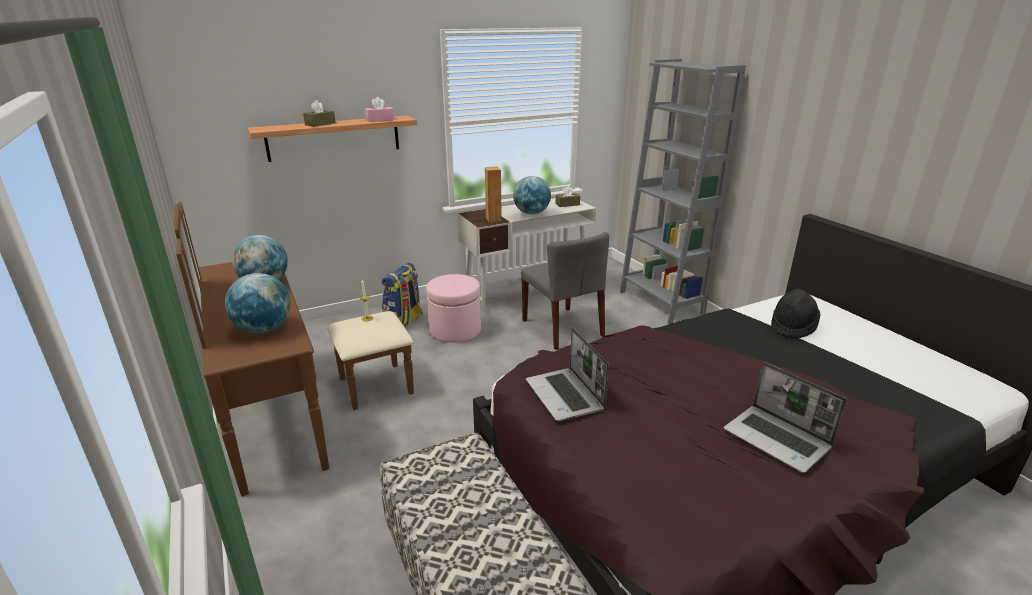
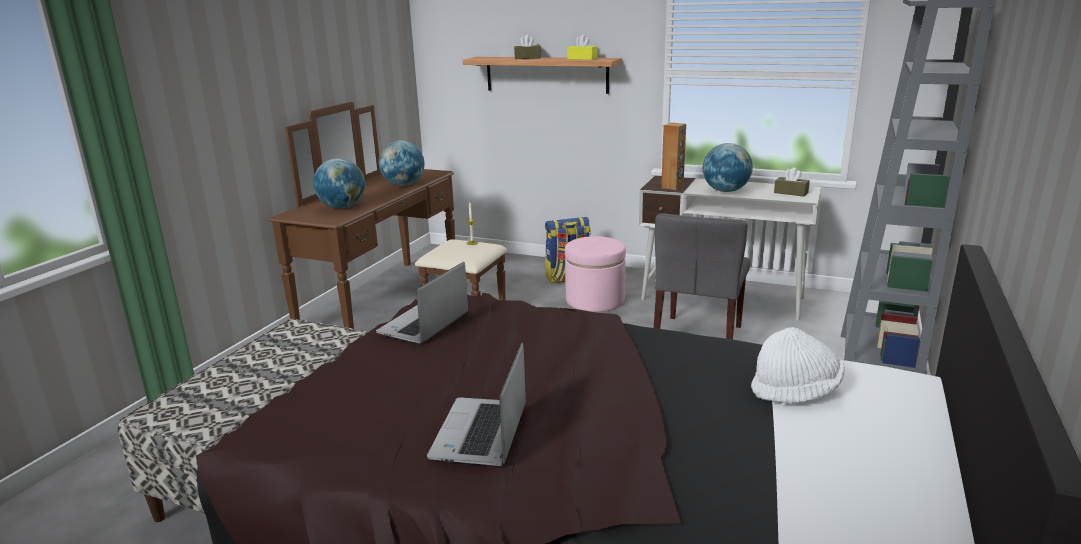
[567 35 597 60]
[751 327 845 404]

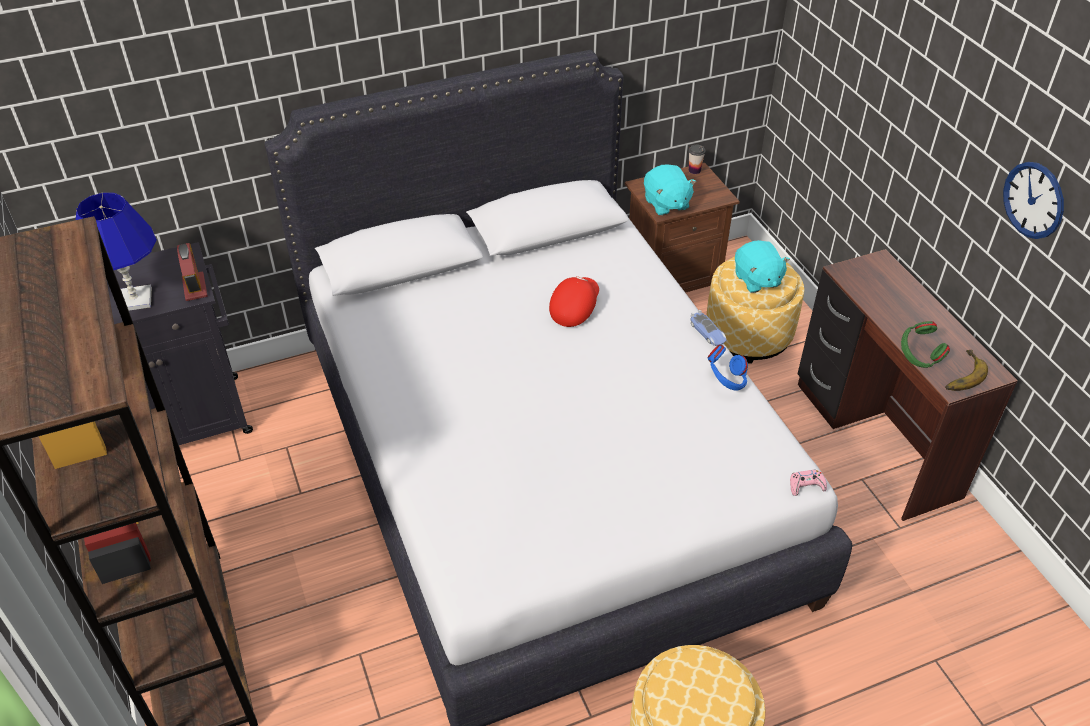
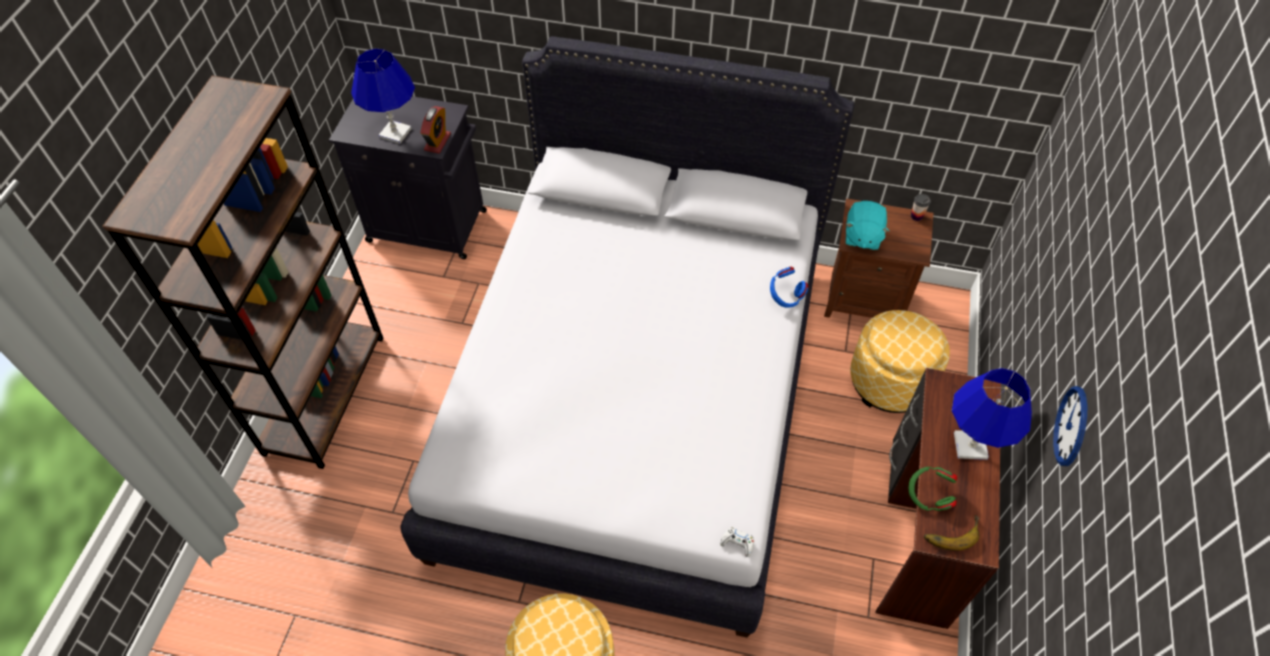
[549 276 599 327] (first image)
[690 310 727 346] (first image)
[735 240 790 293] (first image)
[952 368 1032 460]
[770 267 808 308]
[720 527 754 557]

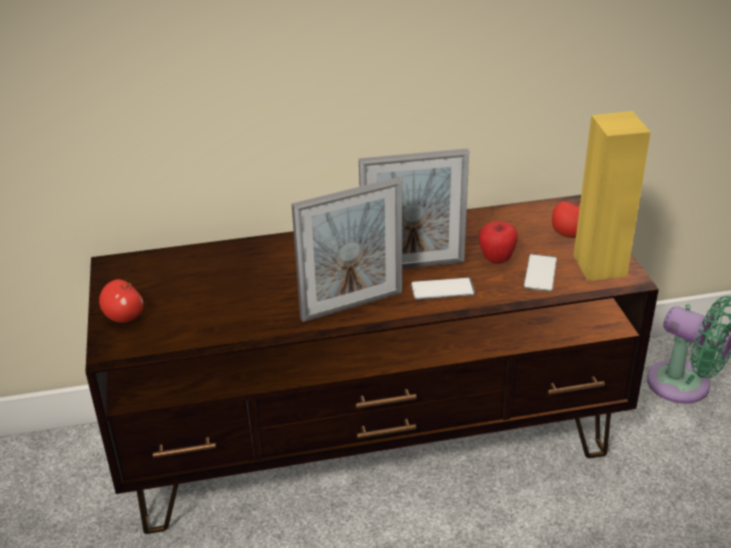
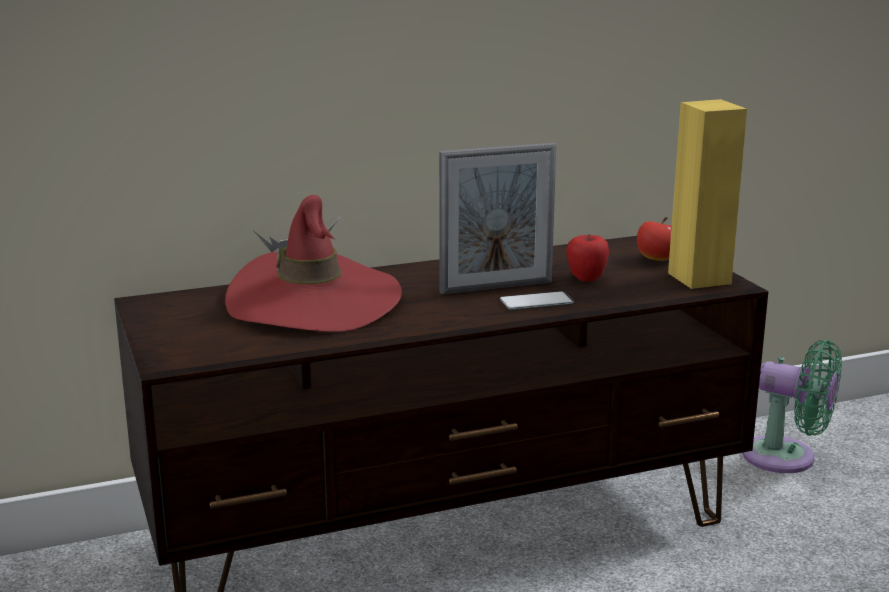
[99 279 143 323] (first image)
[292 177 402 322] (first image)
[524 254 557 291] (first image)
[225 195 402 332]

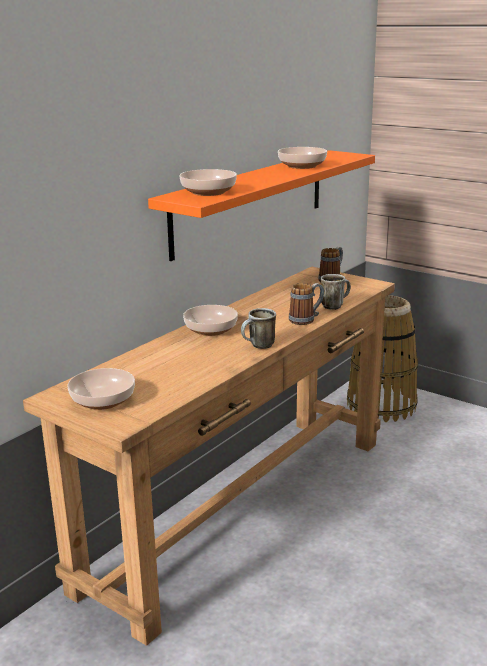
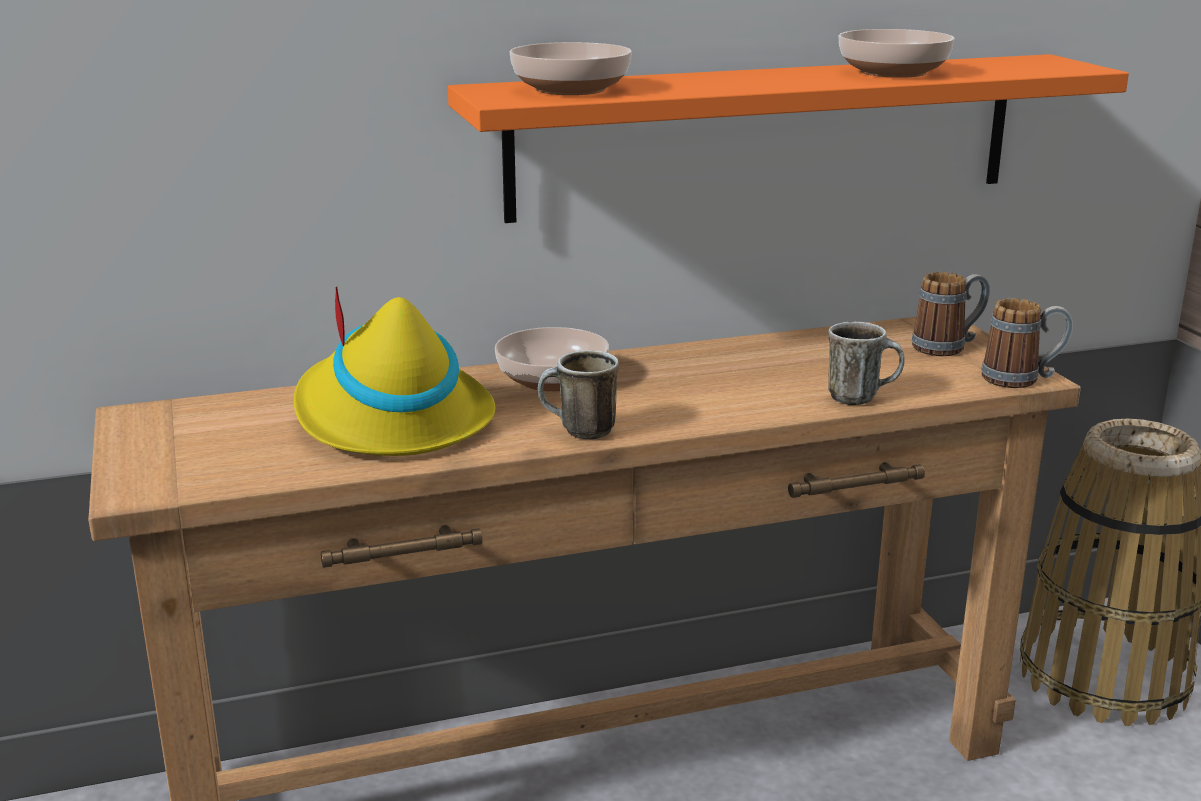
[67 368 135 410] (first image)
[294 287 496 456]
[982 298 1073 388]

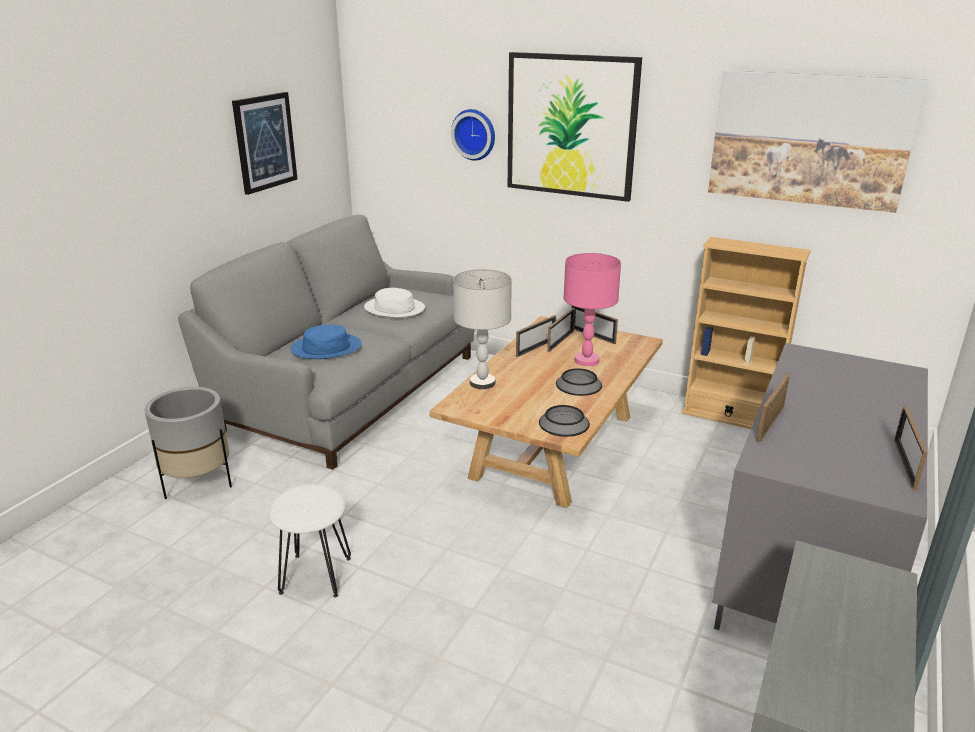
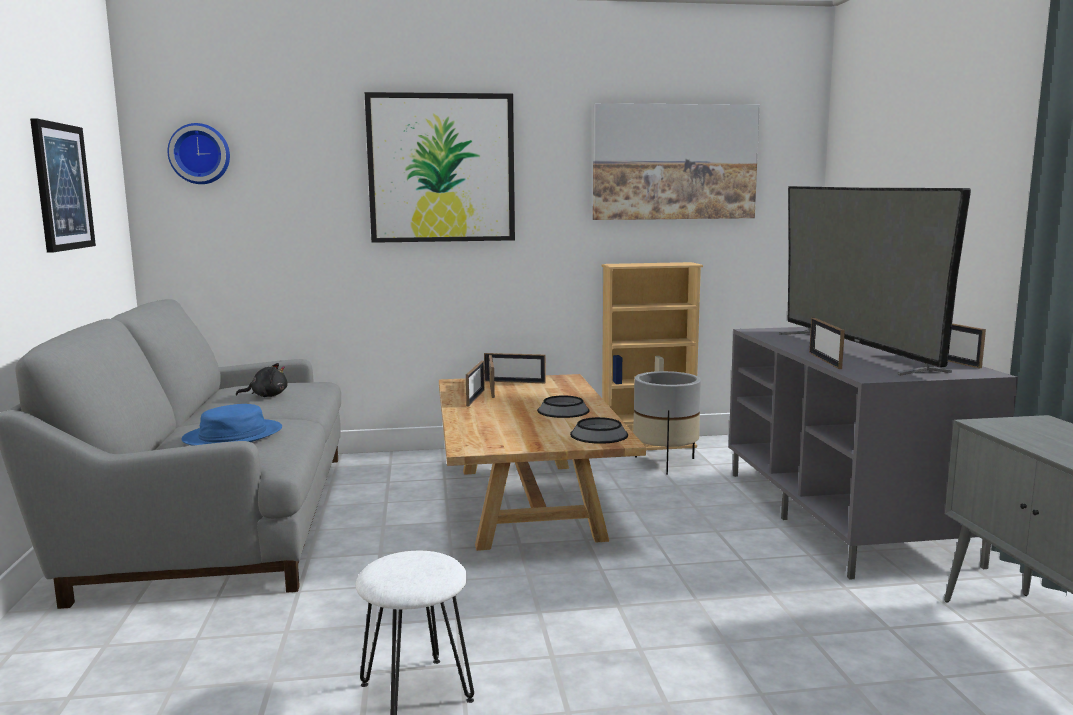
[453 269 512 389] (first image)
[563 253 621 366] (first image)
[779 186 971 376]
[633 371 701 475]
[168 123 230 184]
[236 363 288 397]

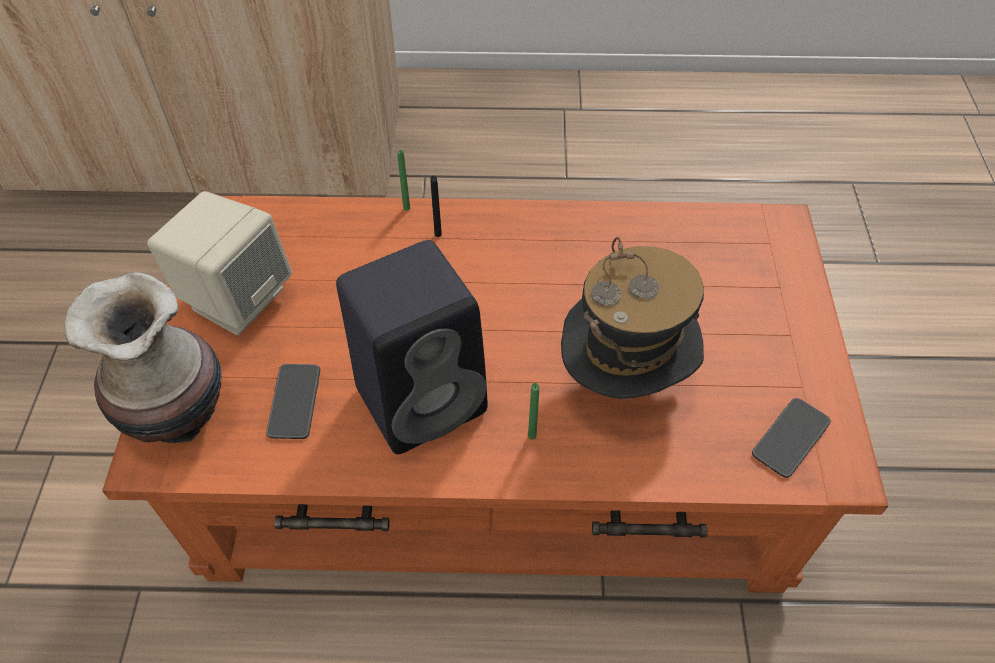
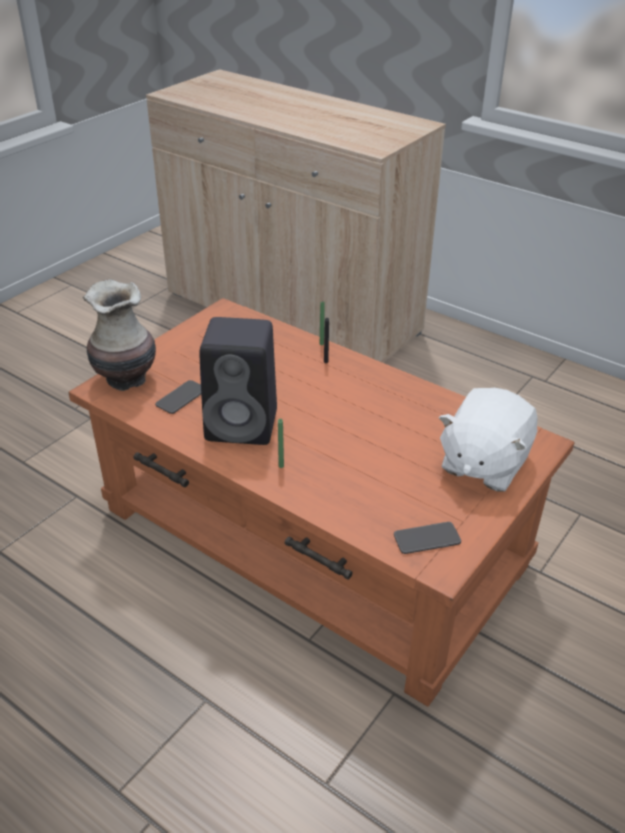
[147 191 292 335] (first image)
[561 237 704 399] (first image)
[439 388 538 491]

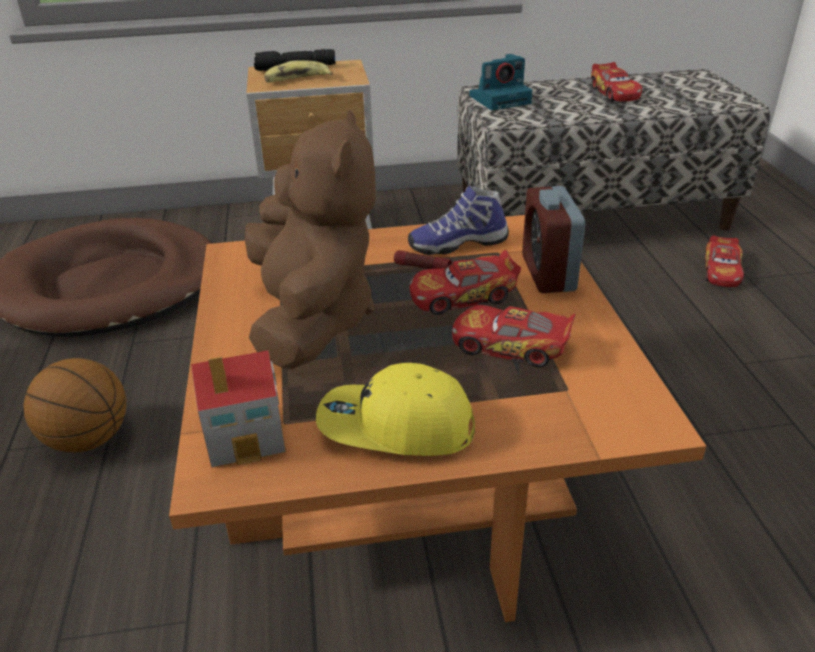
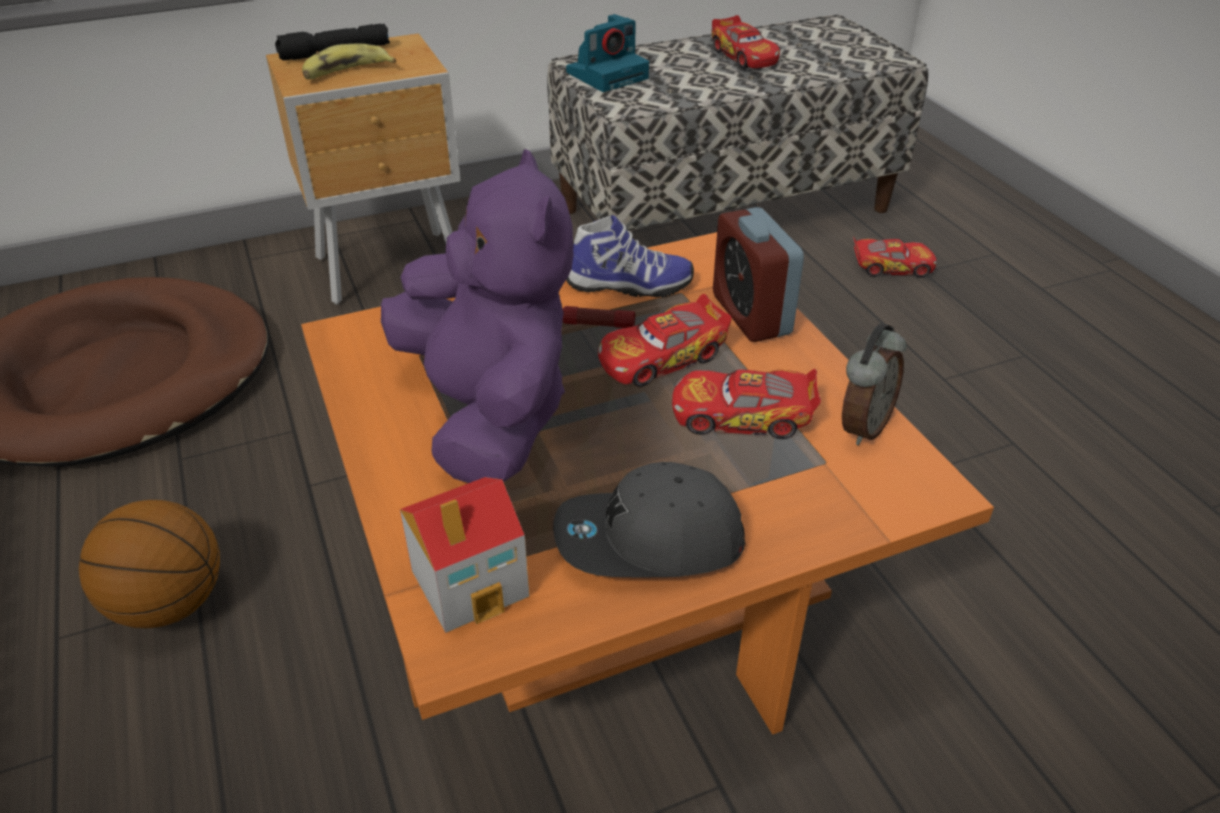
[842 323 907 445]
[381 149 573 483]
[553 462 746 577]
[566 215 694 298]
[853 236 937 278]

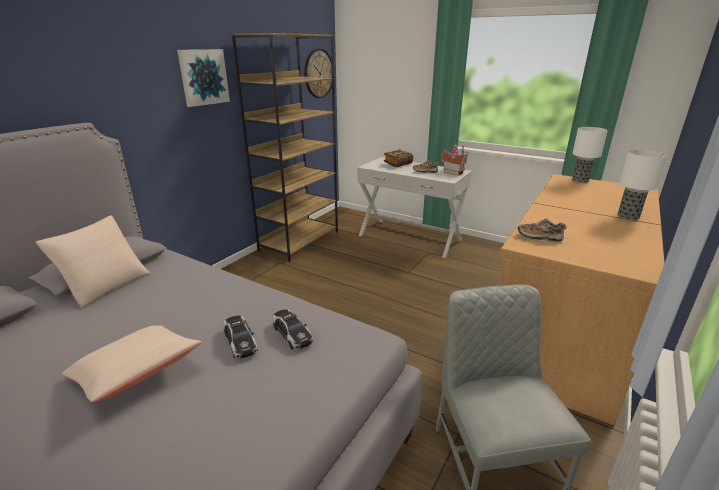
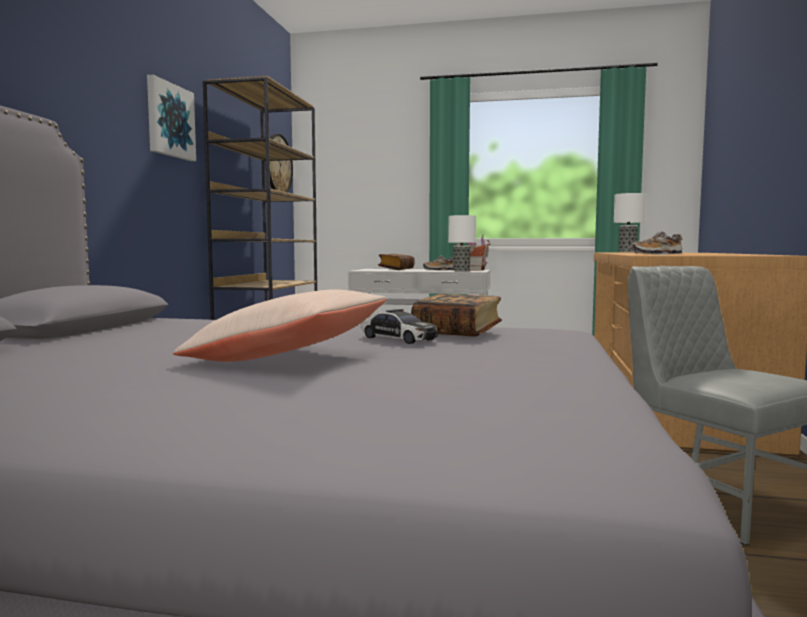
[35 215 150 308] (first image)
[448 215 476 272]
[411 294 502 337]

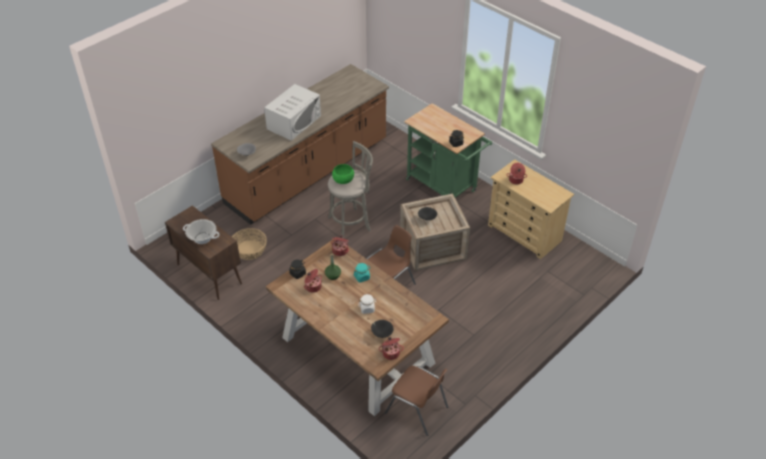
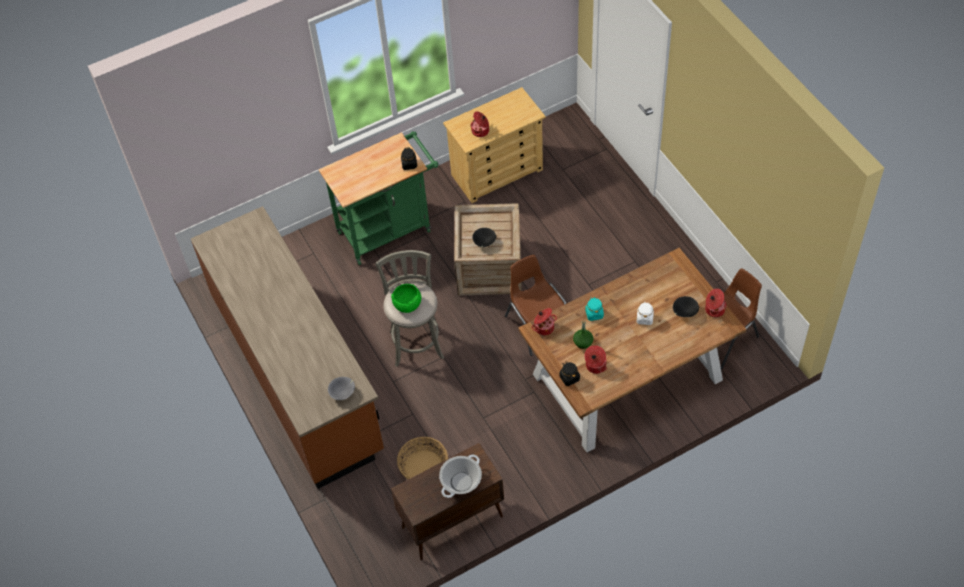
[264 84 321 141] (first image)

